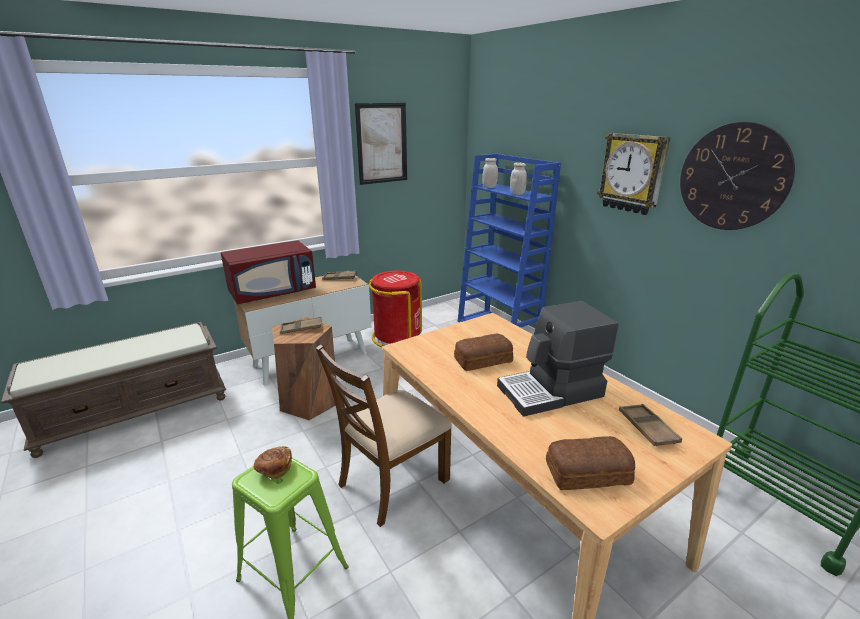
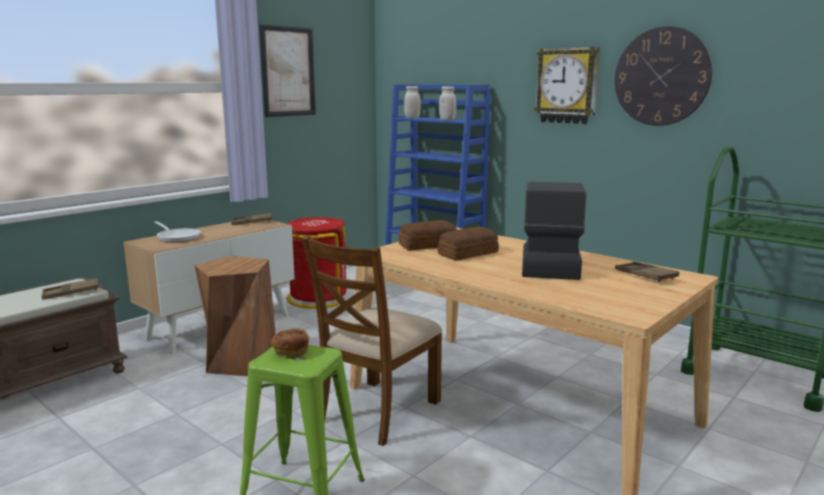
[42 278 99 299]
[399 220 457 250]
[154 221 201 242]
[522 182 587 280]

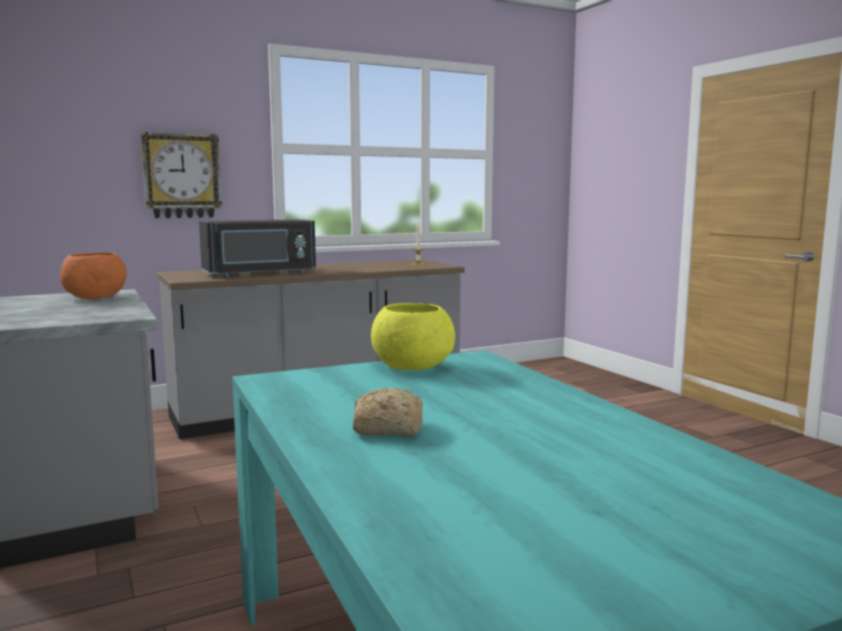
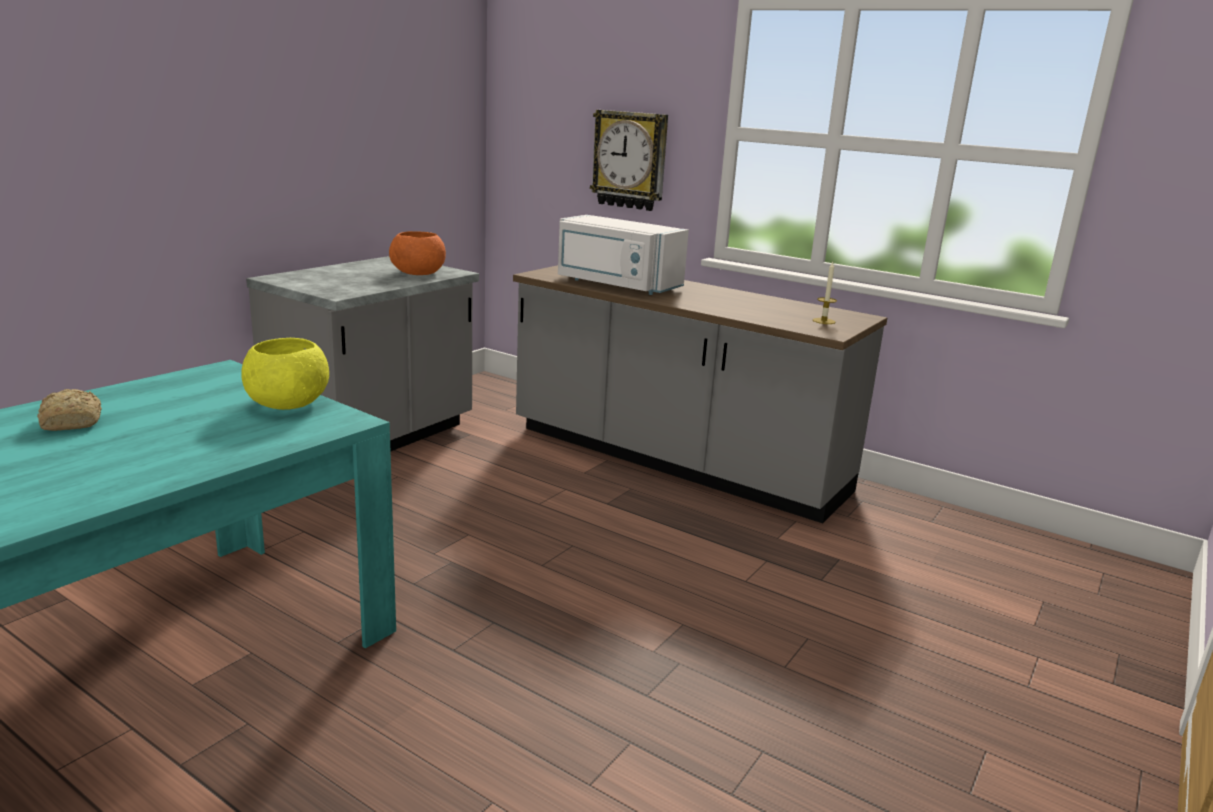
[558 215 689 295]

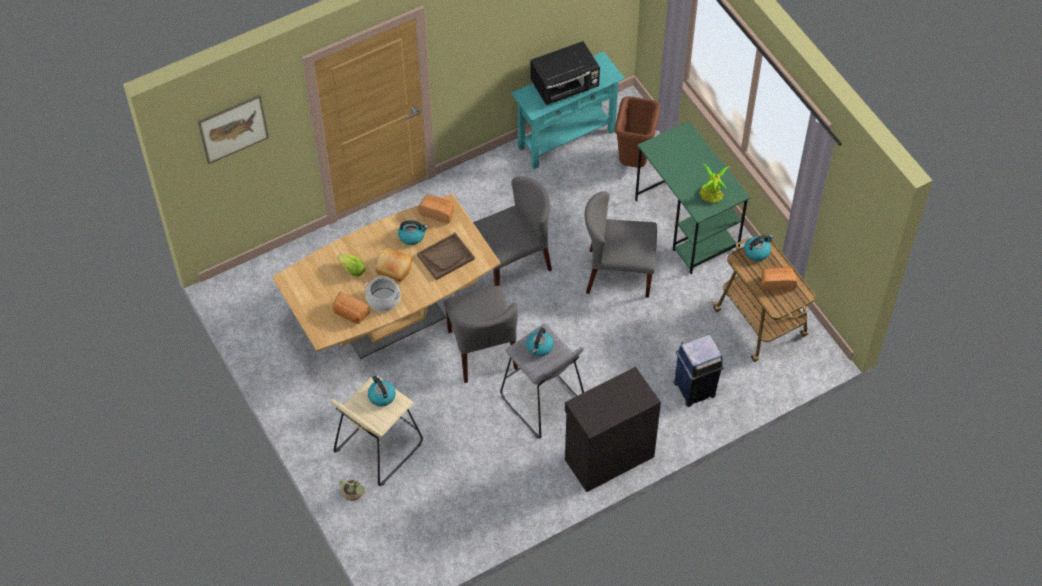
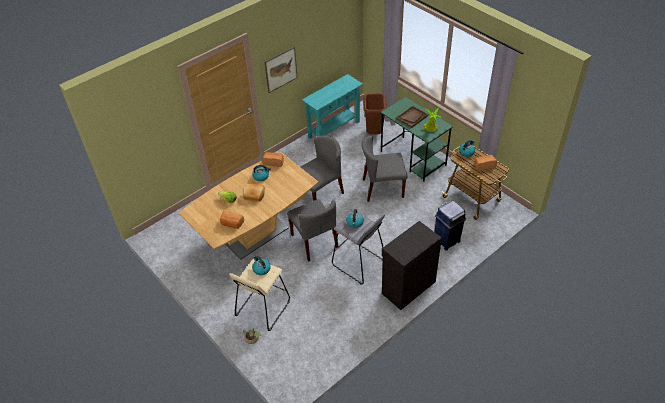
[364 276 401 312] (first image)
[530 41 600 106] (first image)
[264 47 298 93]
[396 106 428 128]

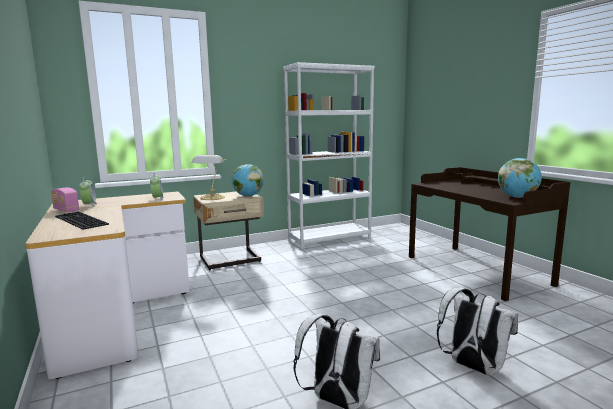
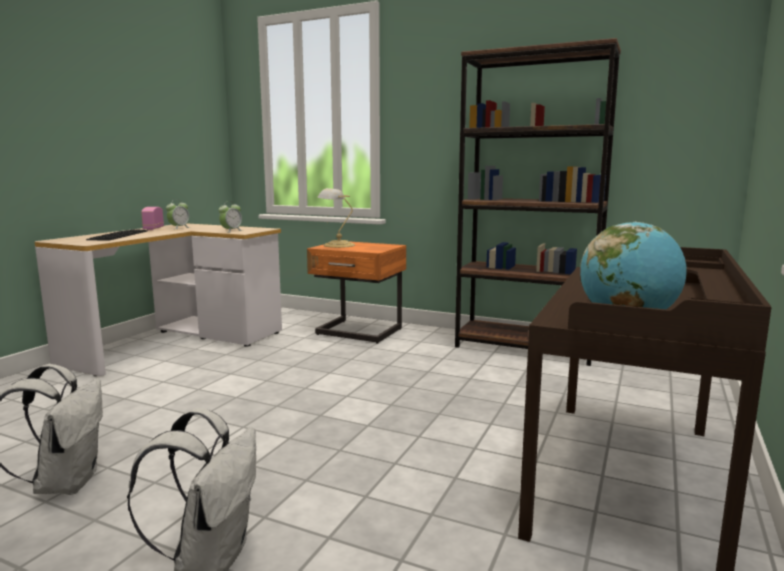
[232 164 264 197] (first image)
[307 241 406 344]
[455 38 621 366]

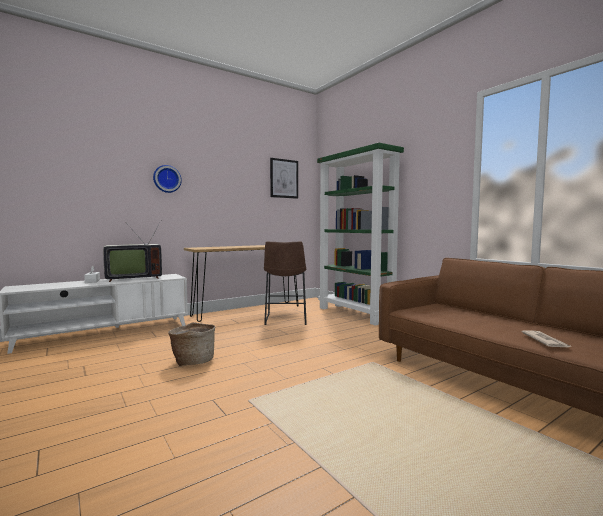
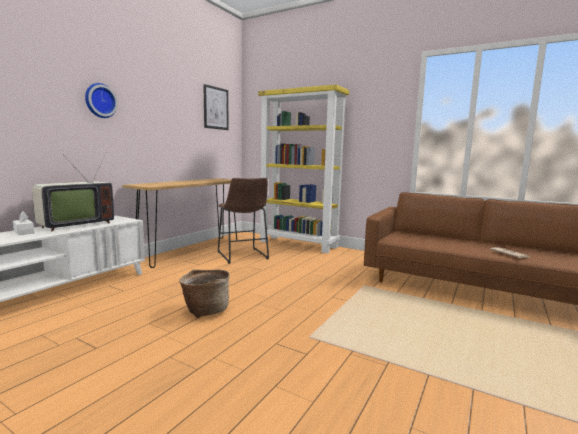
[258 84 349 253]

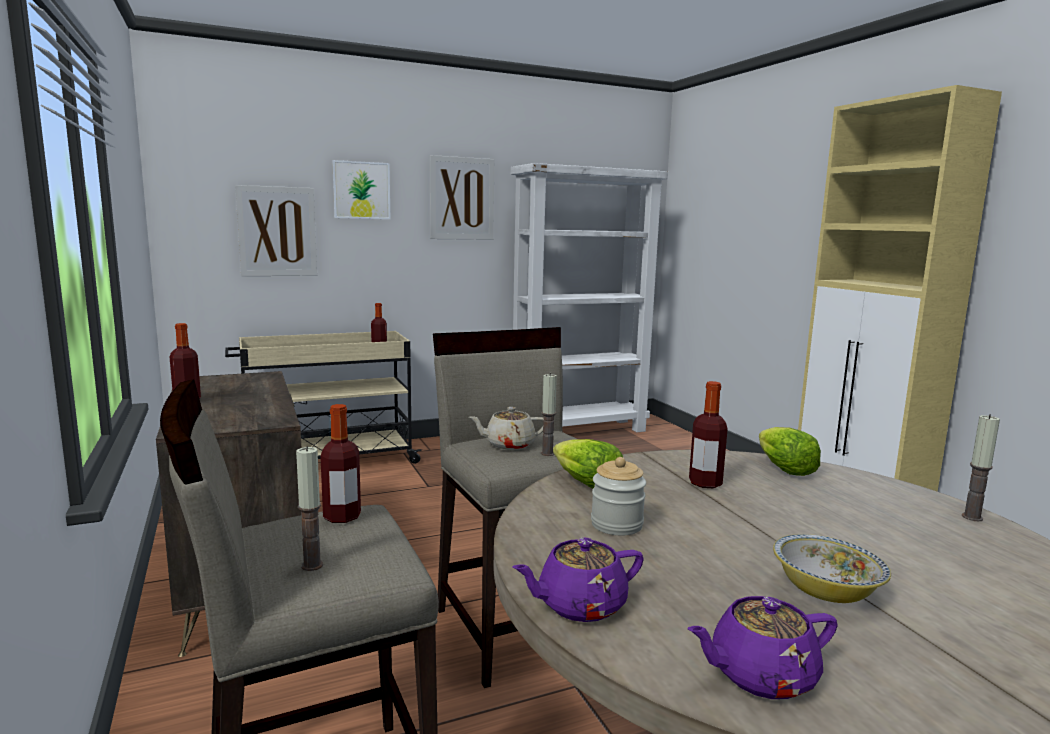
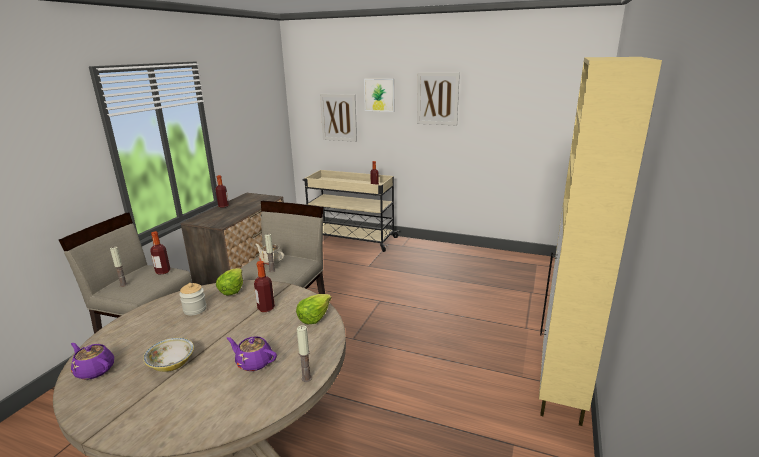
[510 163 668 432] (first image)
[227 336 277 371]

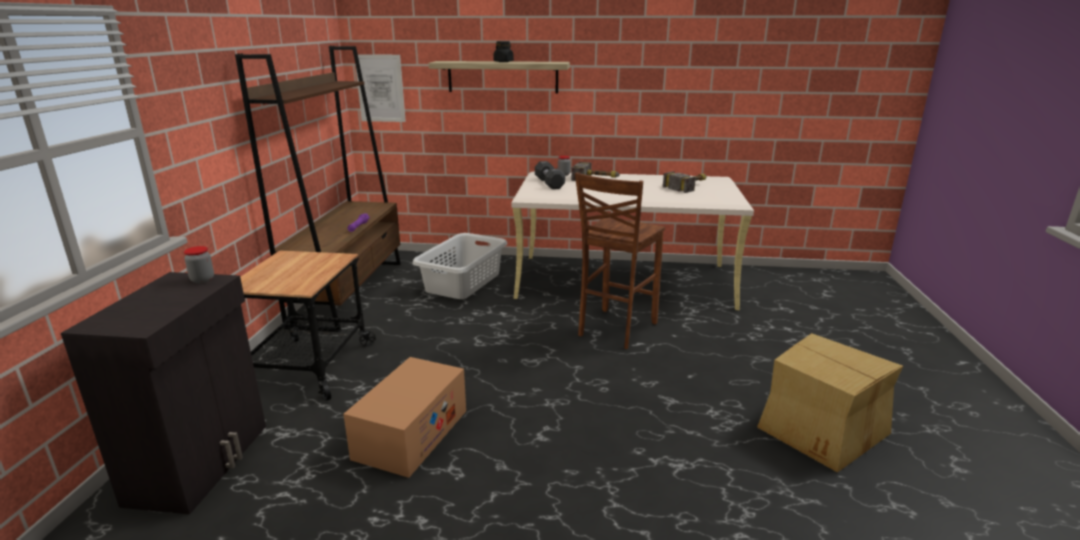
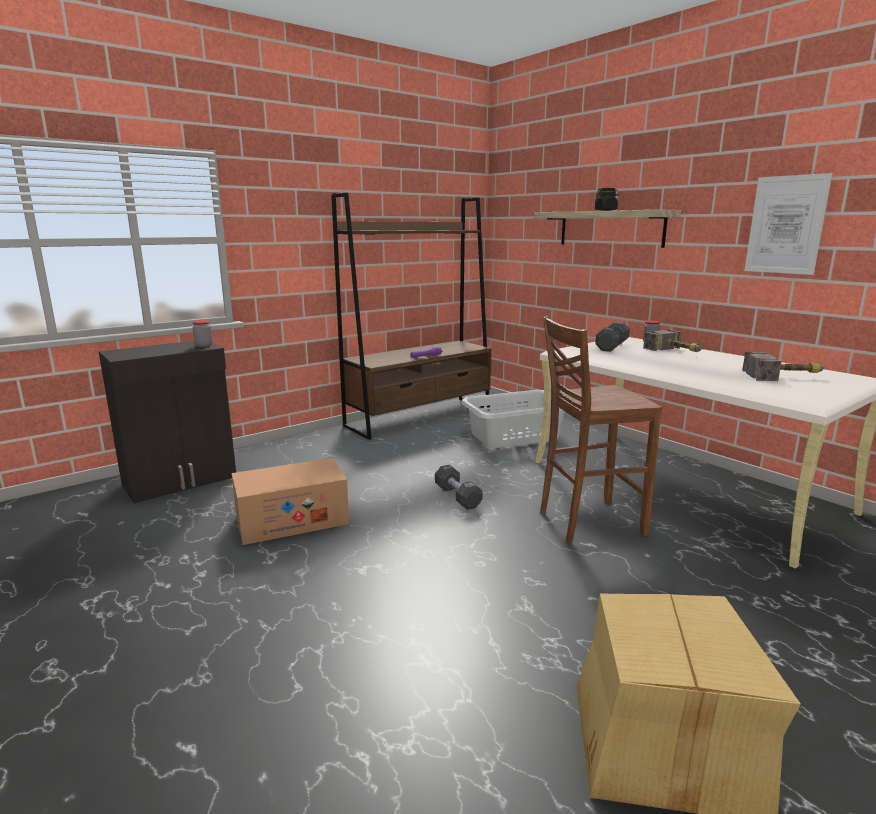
[240 250 376 401] (first image)
[435 465 483 510]
[744 173 833 275]

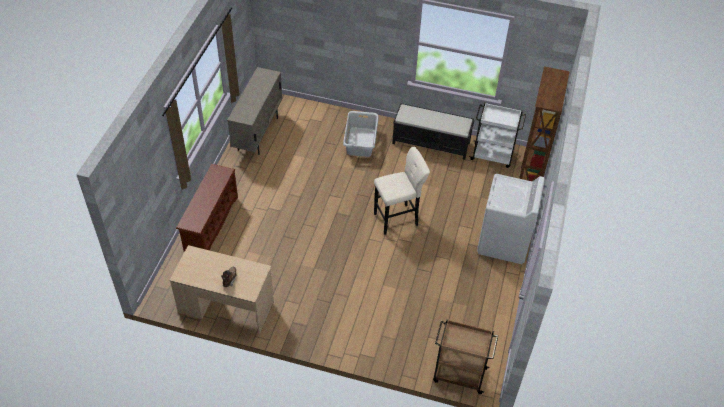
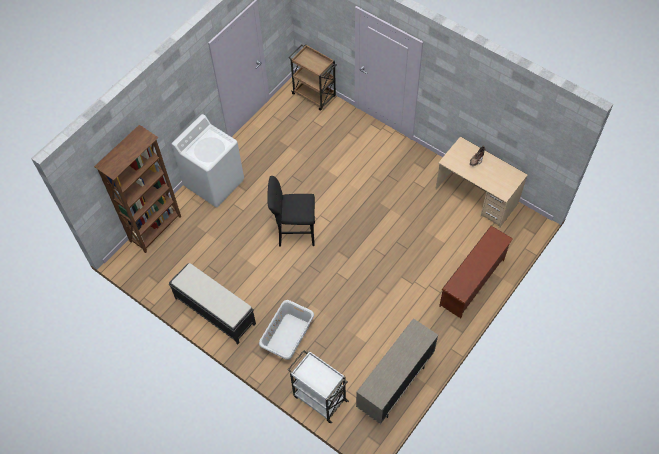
[288 350 349 423]
[267 176 315 247]

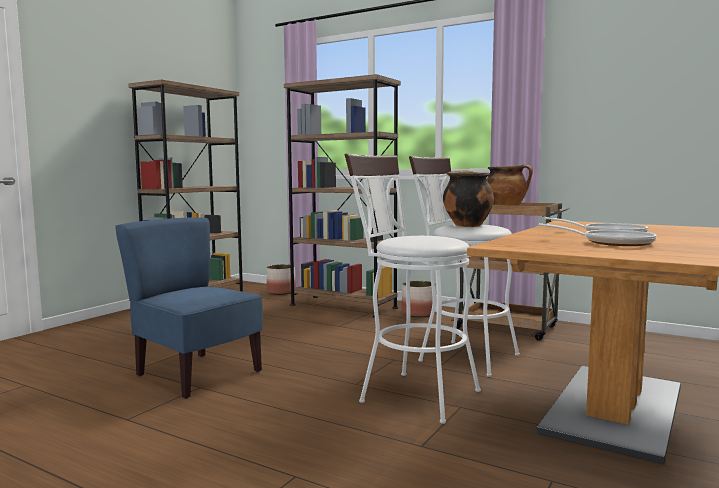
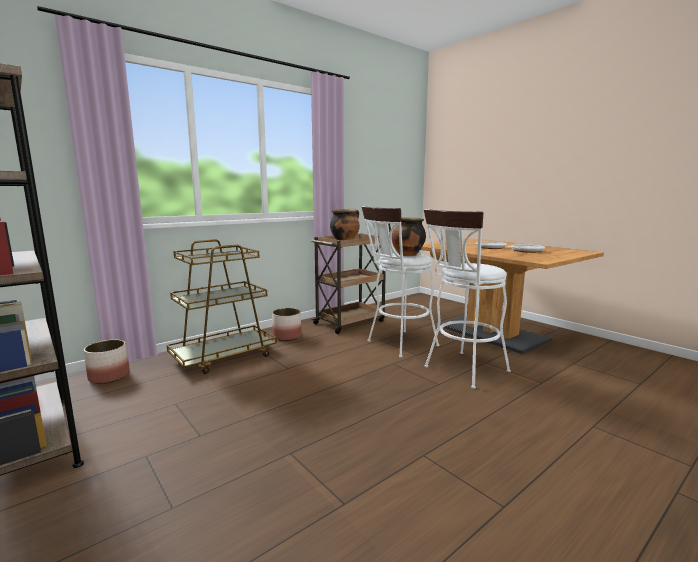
[115 217 263 399] (first image)
[167 239 277 374]

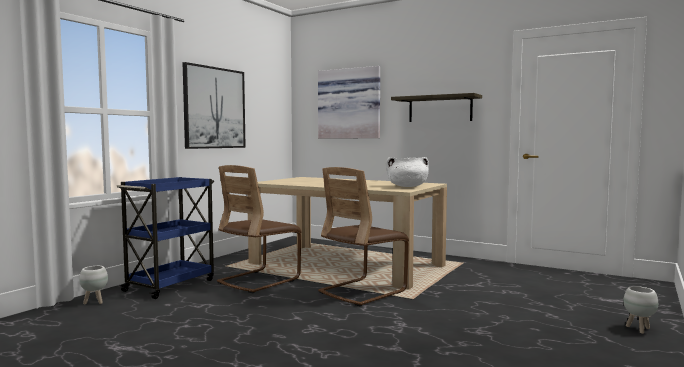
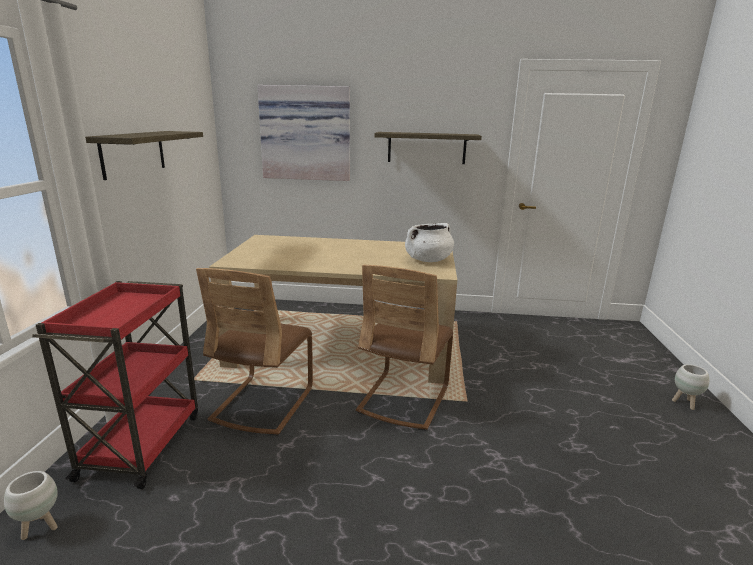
[85 131 203 180]
[32 281 198 489]

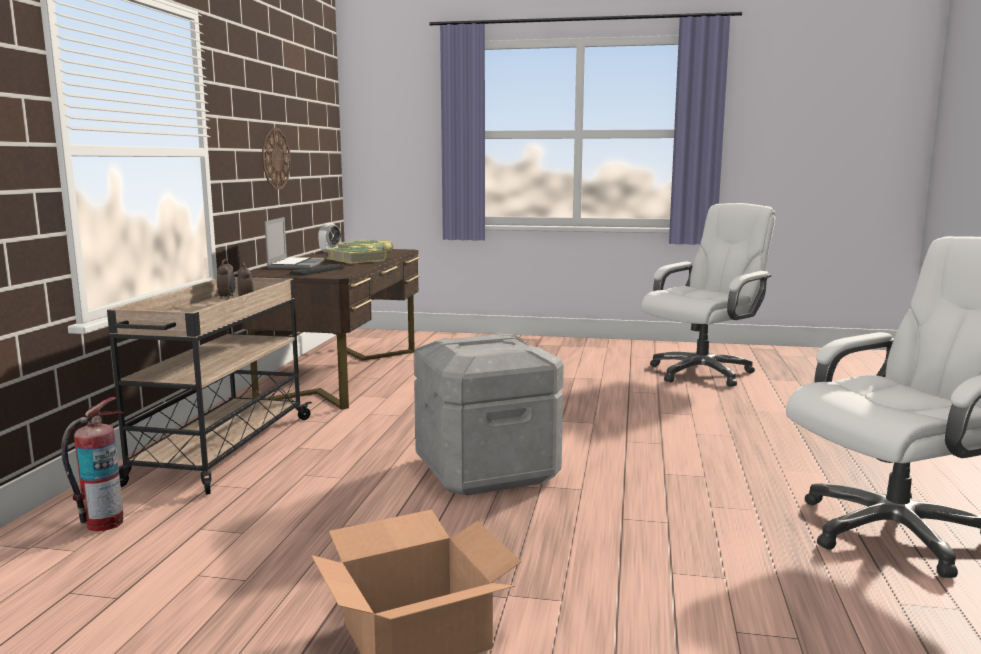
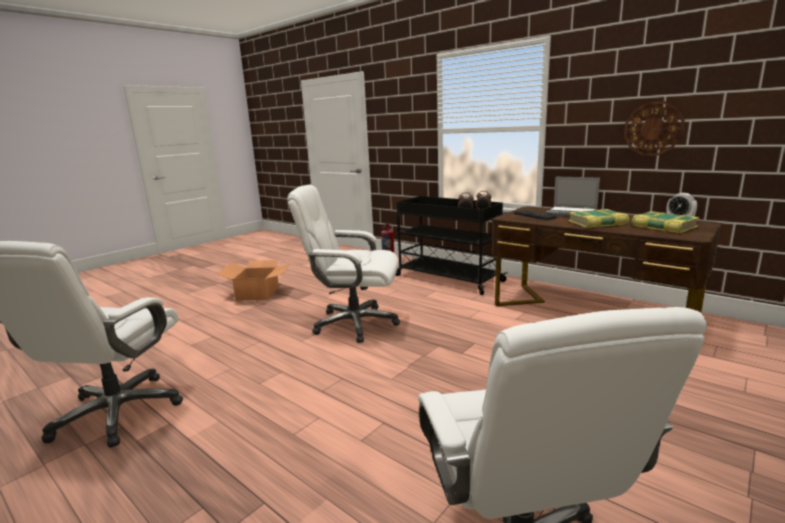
[287 185 400 343]
[396 196 508 295]

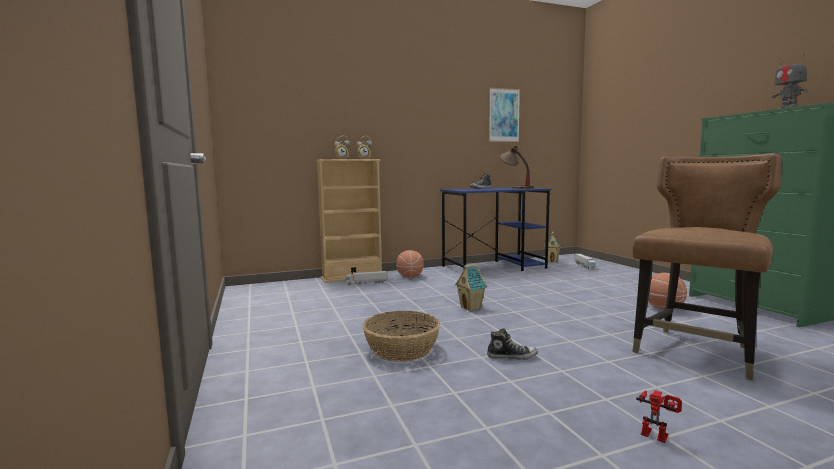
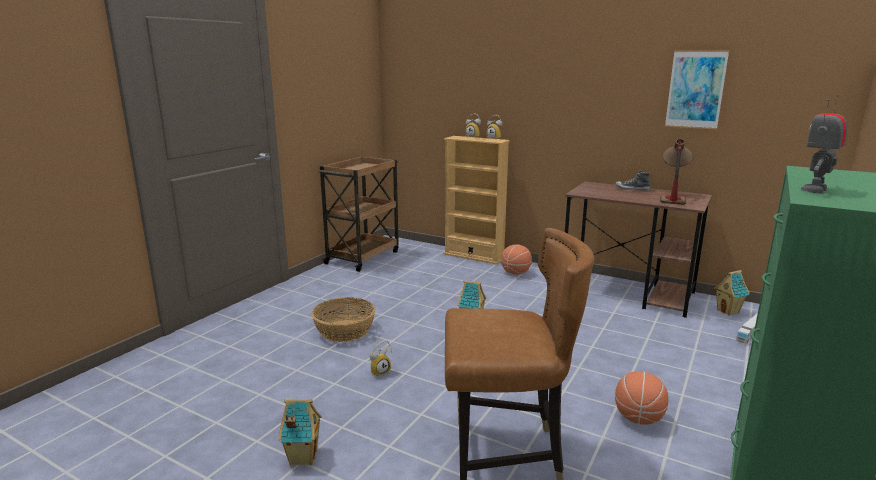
[345 271 388 285] (first image)
[318 156 399 272]
[370 340 392 378]
[278 399 322 466]
[565 181 712 318]

